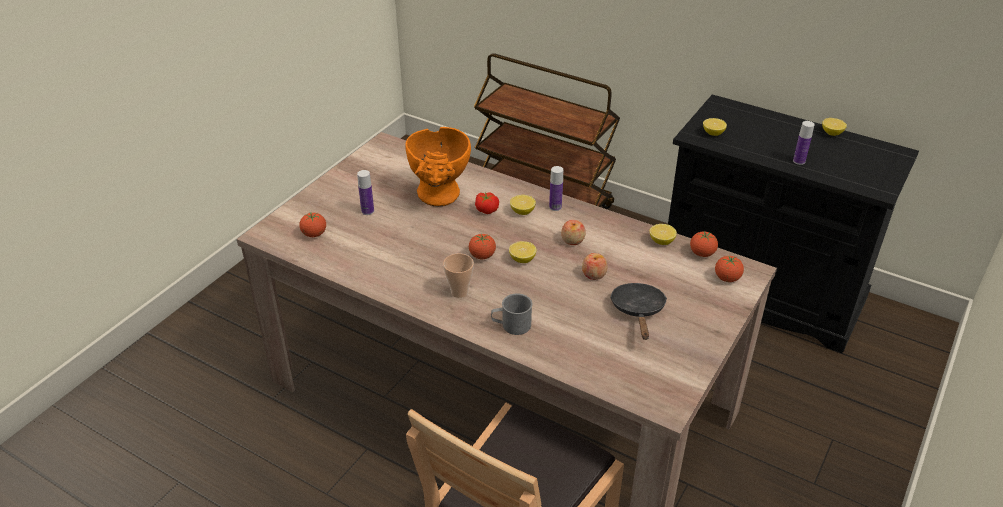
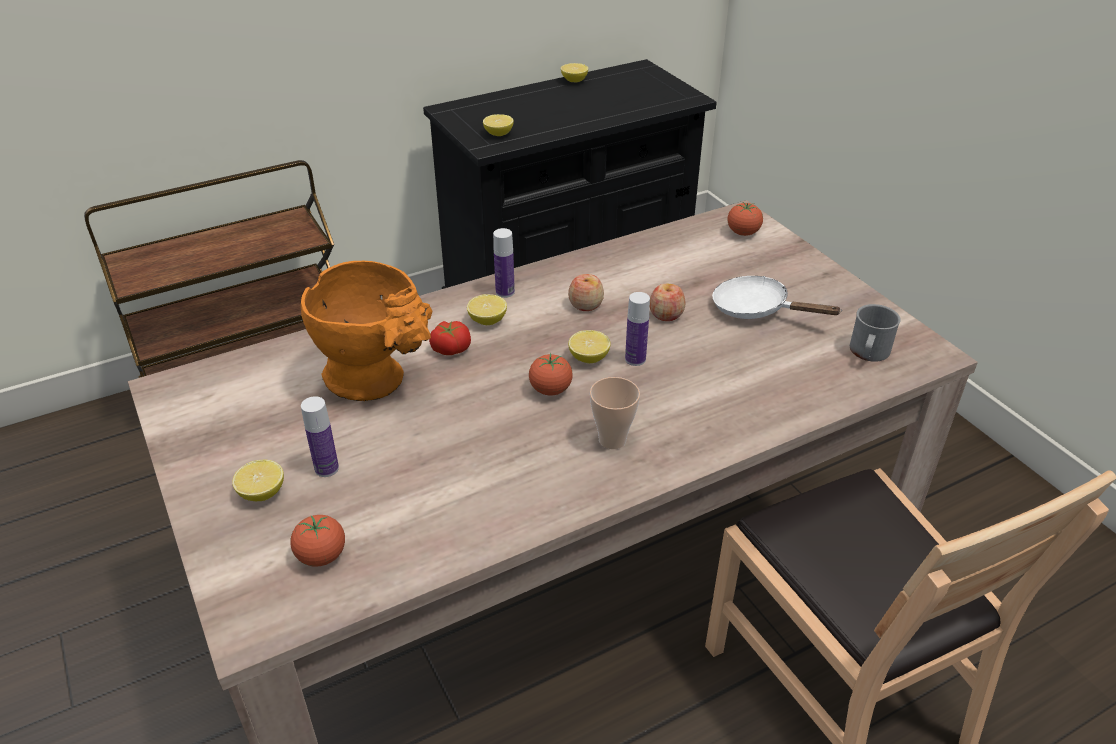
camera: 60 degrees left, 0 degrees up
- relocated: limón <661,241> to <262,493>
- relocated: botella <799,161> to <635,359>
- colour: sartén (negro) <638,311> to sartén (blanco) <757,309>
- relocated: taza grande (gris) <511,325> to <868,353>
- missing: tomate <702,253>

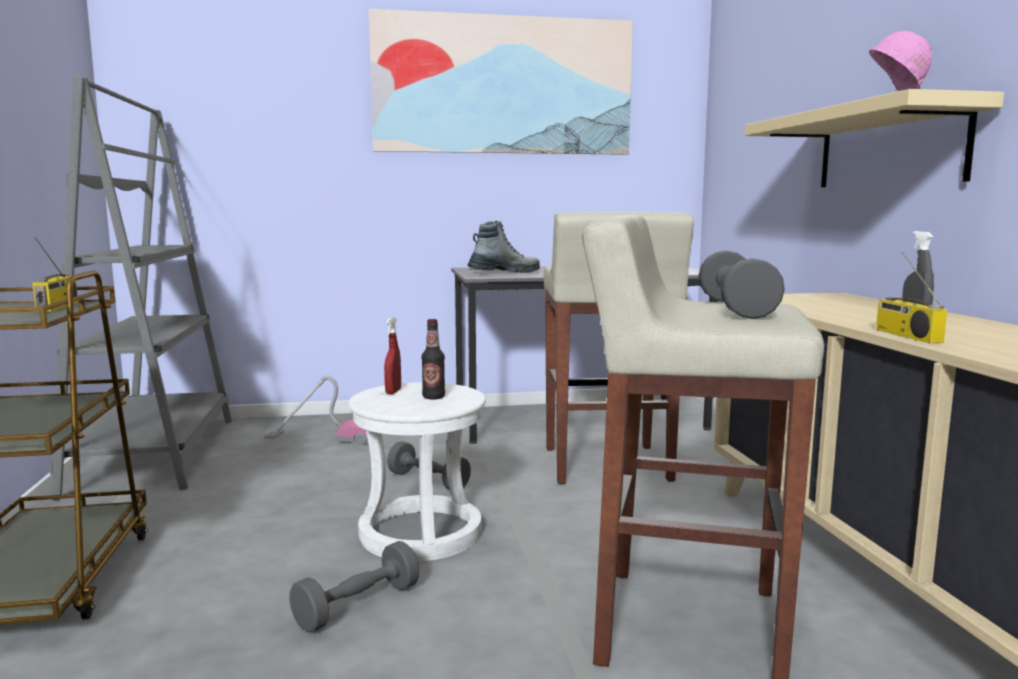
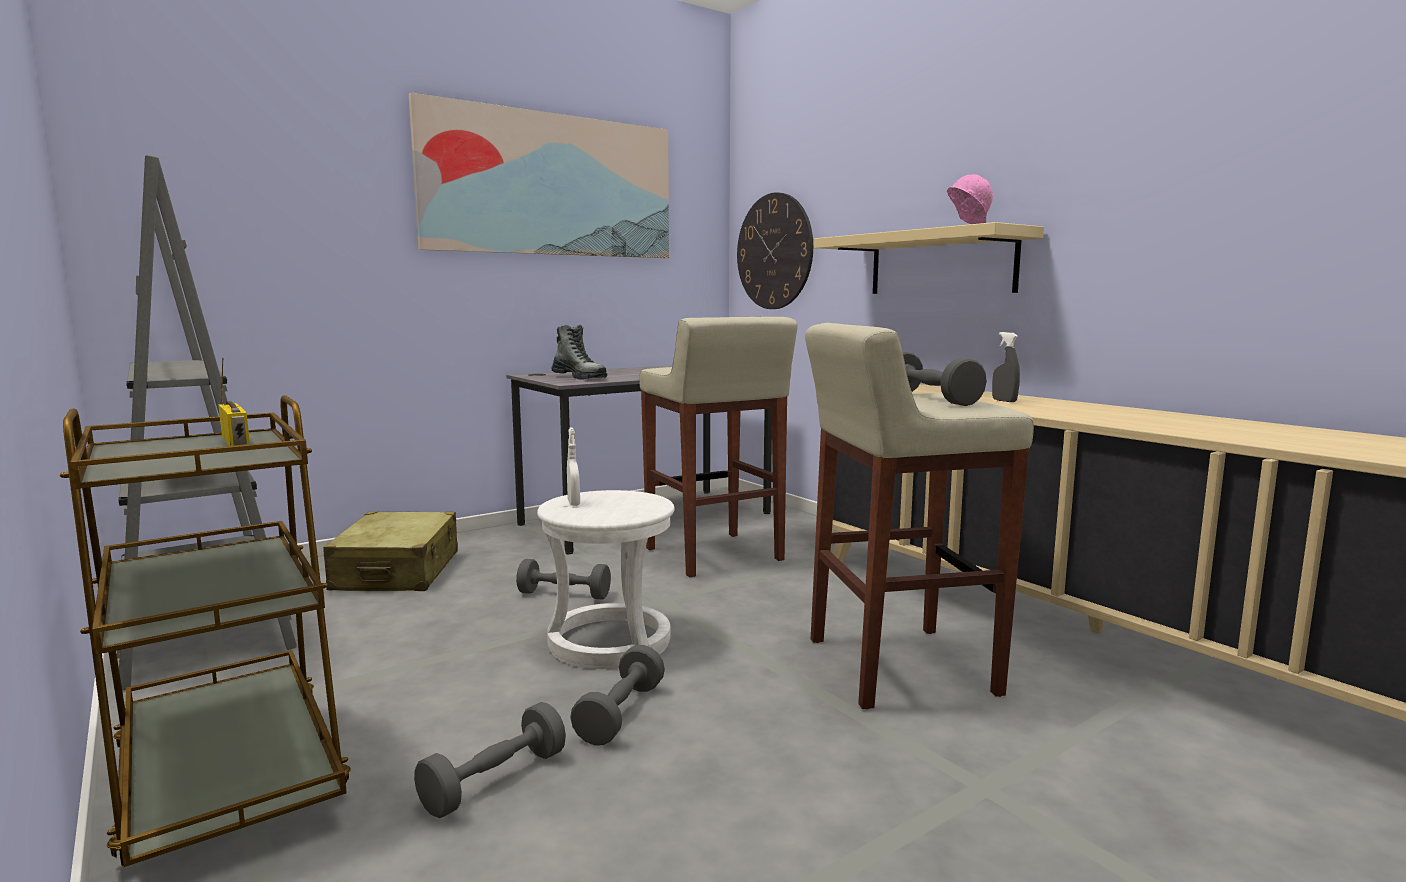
camera: 25 degrees left, 0 degrees up
- exchanged: aspiradora <321,438> to maleta (beis) <397,571>
- appeared: mancuerna (gris) <495,781>
- spun: bota <504,273> = <579,377> 90 degrees clockwise
- colour: pulverizador (rojo) <393,391> to pulverizador (blanco) <573,503>
- appeared: reloj de pared <774,251>
- missing: botella <433,397>
- missing: radio <905,335>

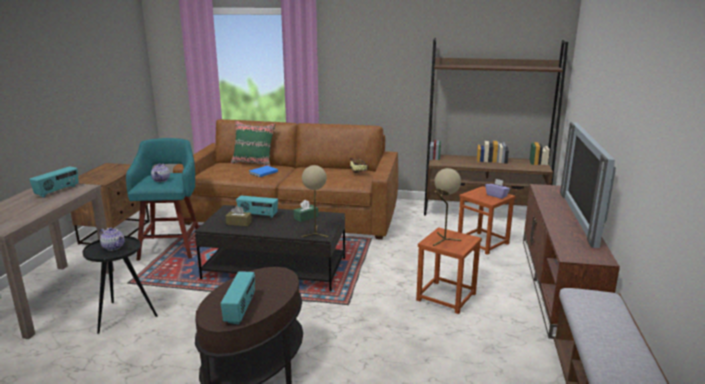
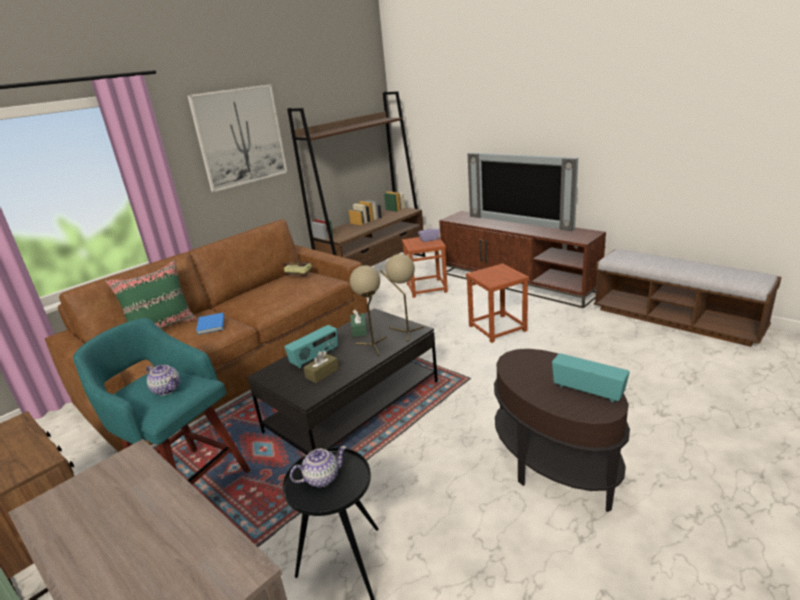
camera: 55 degrees left, 5 degrees up
- appeared: cuadro <240,137>
- relocated: lámpara de mesa (beis) <443,240> to <374,346>
- missing: radio <58,191>

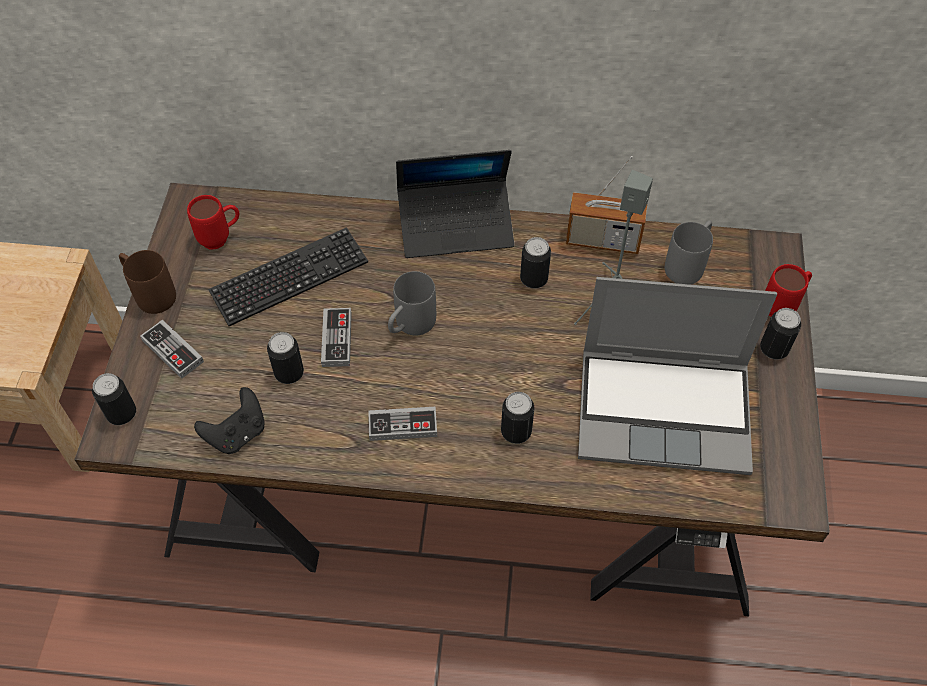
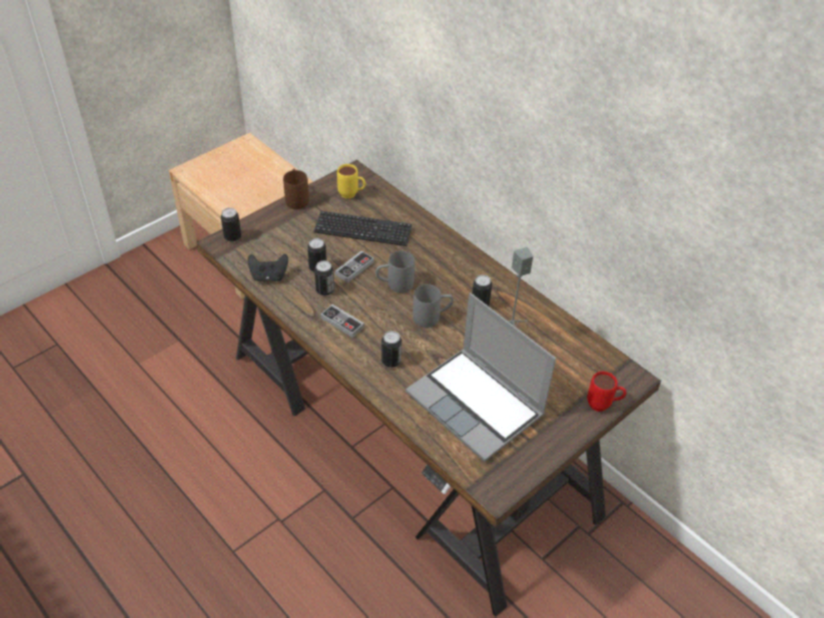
camera: 40 degrees right, 10 degrees down
- relocated: lata <774,349> to <325,290>
- colour: taza grande (rojo) <221,238> to taza grande (amarillo) <352,195>
- relocated: taza grande (gris) <688,264> to <432,317>
- missing: mando de consola <173,351>
- missing: portátil <456,226>
- missing: radio <602,240>

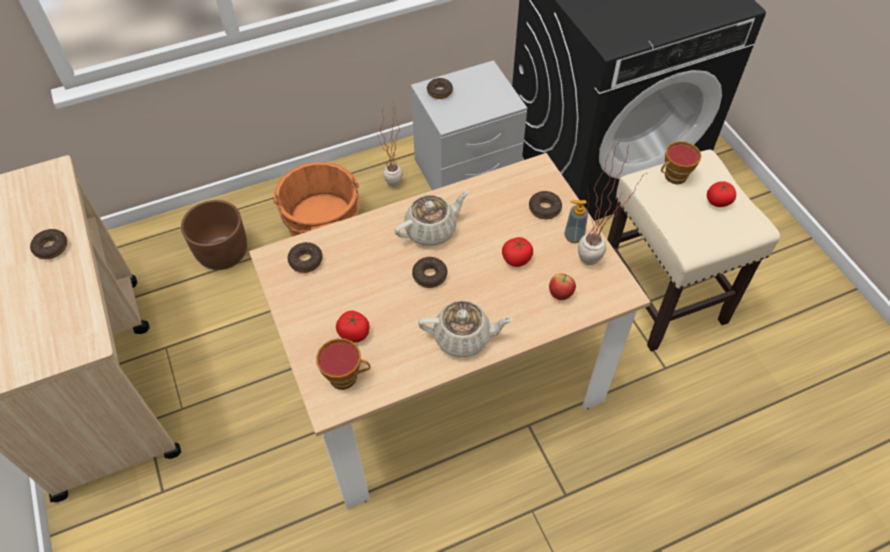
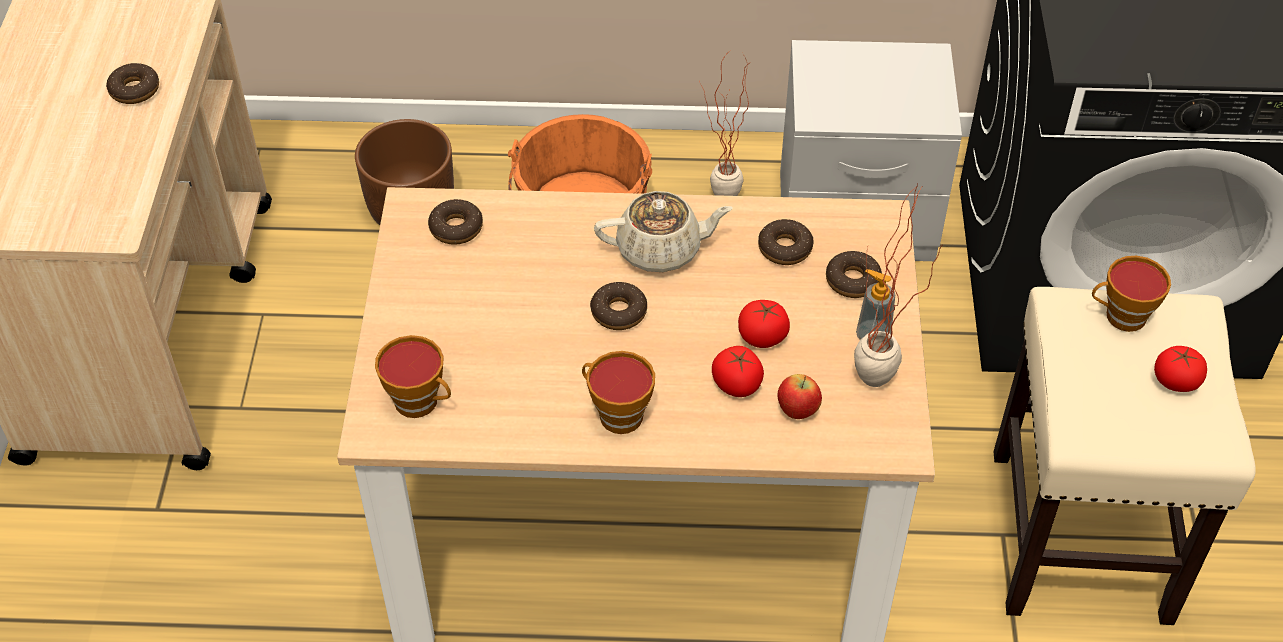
camera: 25 degrees right, 5 degrees down
- exchanged: tetera (beis) <463,337> to taza <616,414>
- relocated: tomate <354,333> to <737,384>
- relocated: rosquilla <439,91> to <785,248>

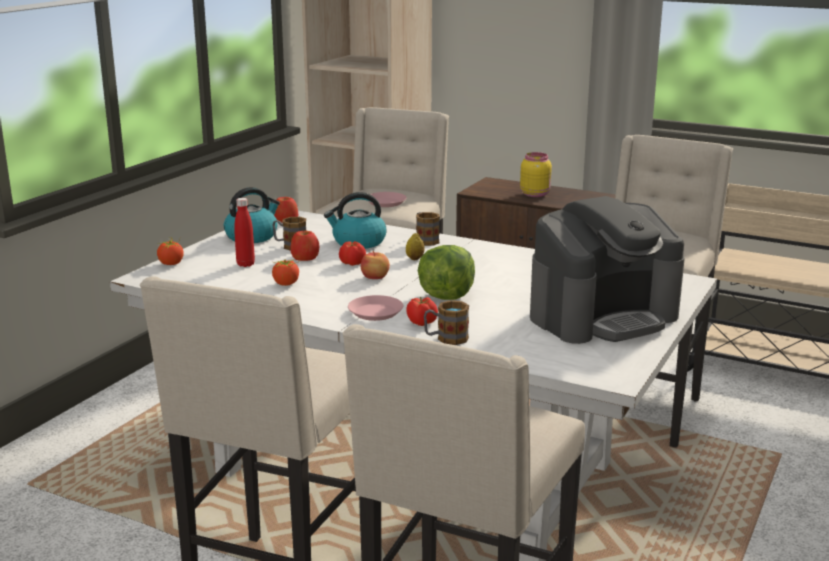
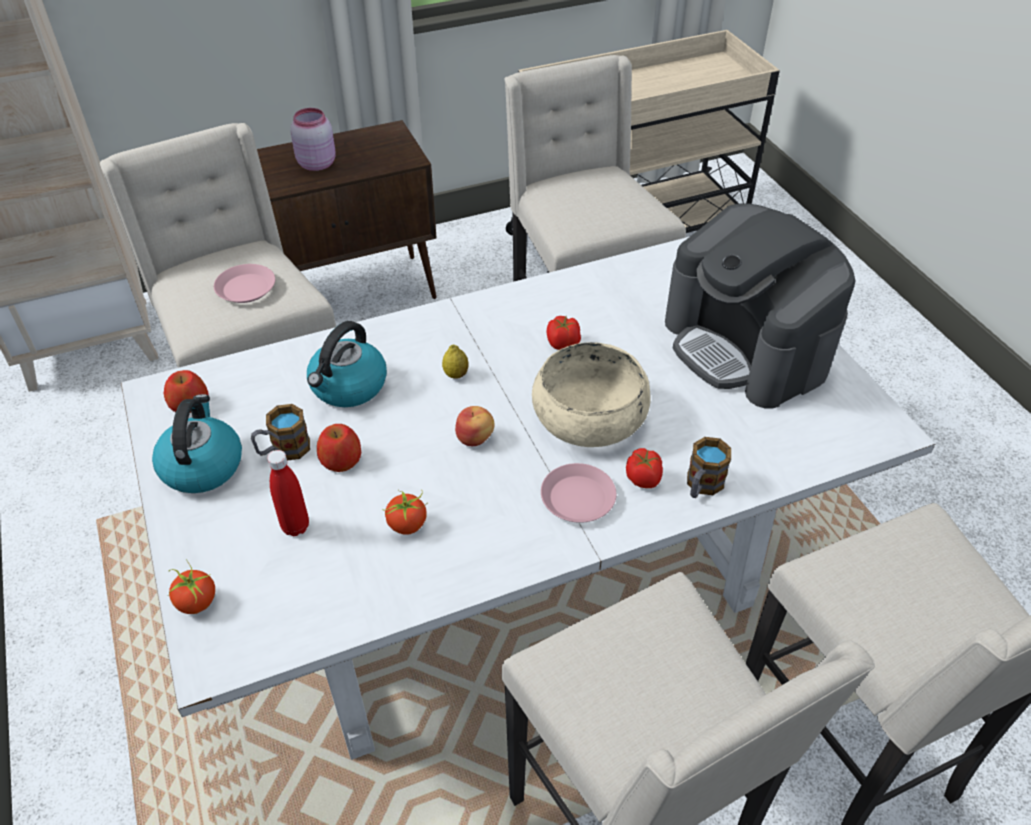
camera: 50 degrees left, 25 degrees up
- colour: tarro (amarillo) <535,194> to tarro (rosa) <316,163>
- exchanged: lechuga <446,296> to cuenco (beis) <589,416>
- relocated: tomate <352,264> to <563,344>
- spun: cafetera <603,316> = <746,347> 135 degrees clockwise
- missing: taza grande <425,240>

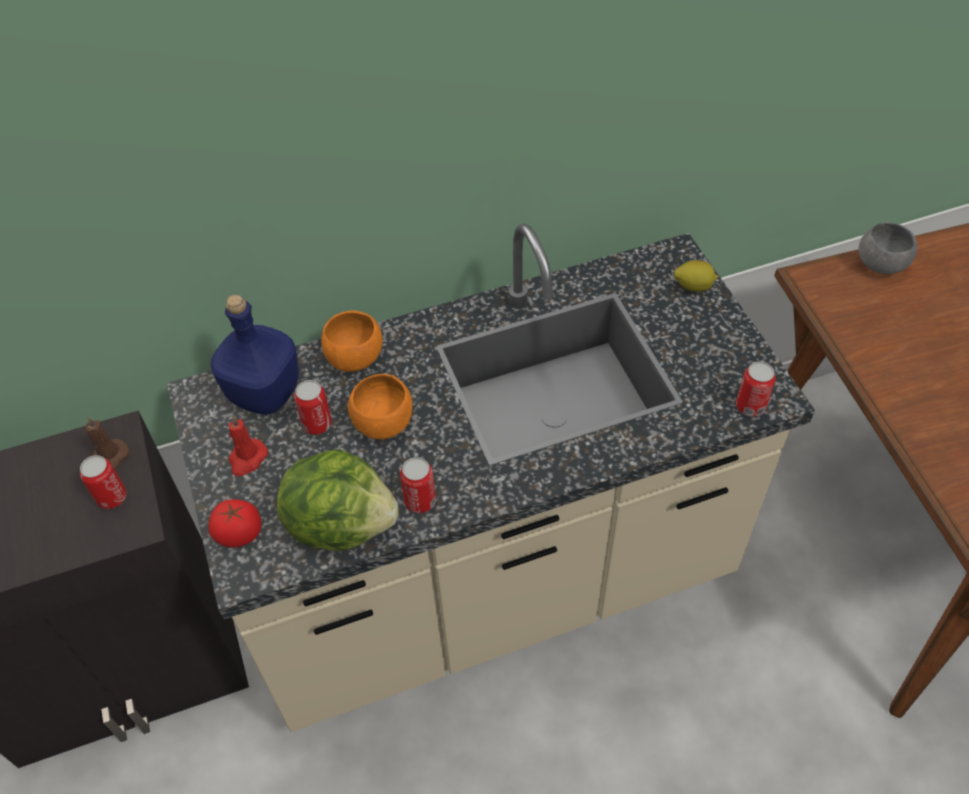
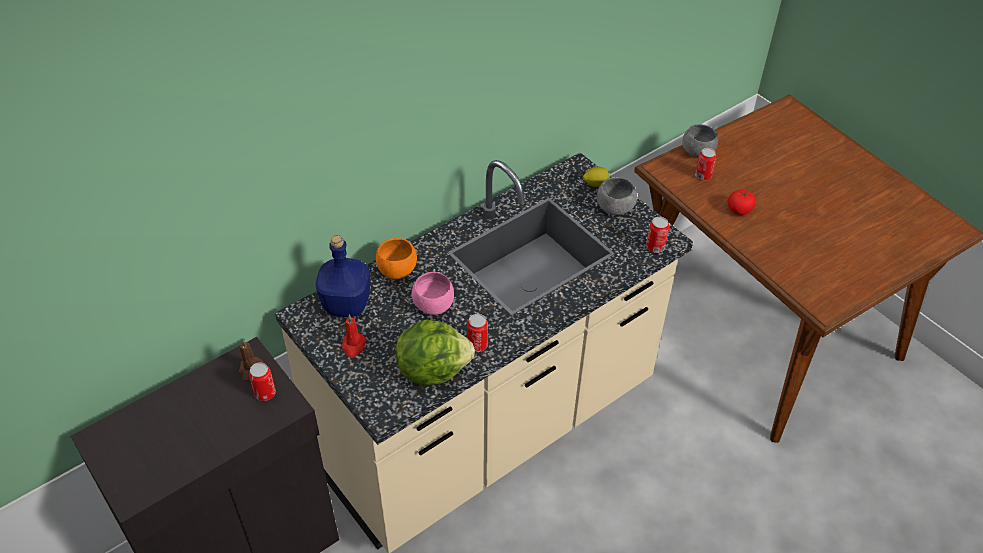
camera: 20 degrees left, 5 degrees down
- colour: cuenco (naranja) <383,422> to cuenco (rosa) <433,305>
- appeared: cuenco (gris) <614,208>
- relocated: lata <317,424> to <703,176>
- relocated: tomate <239,533> to <739,210>

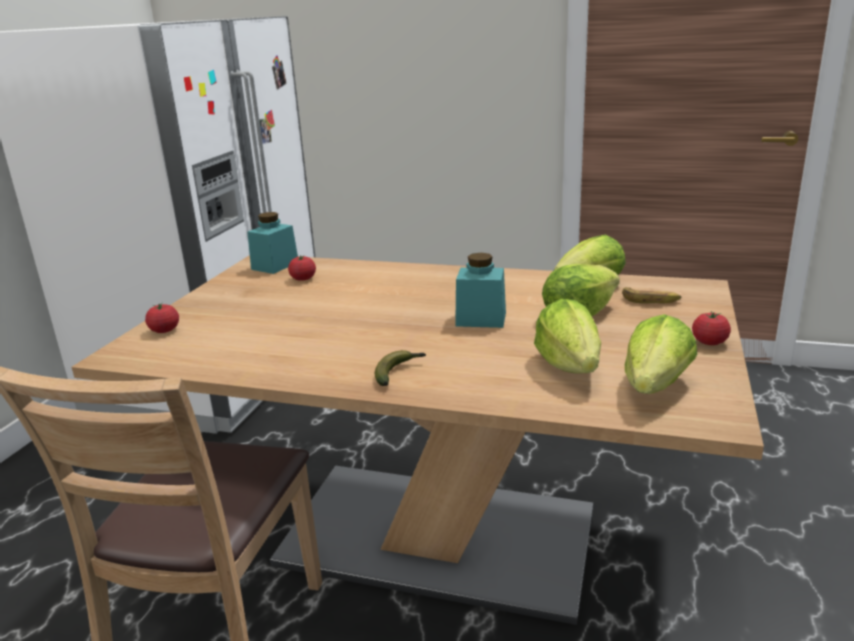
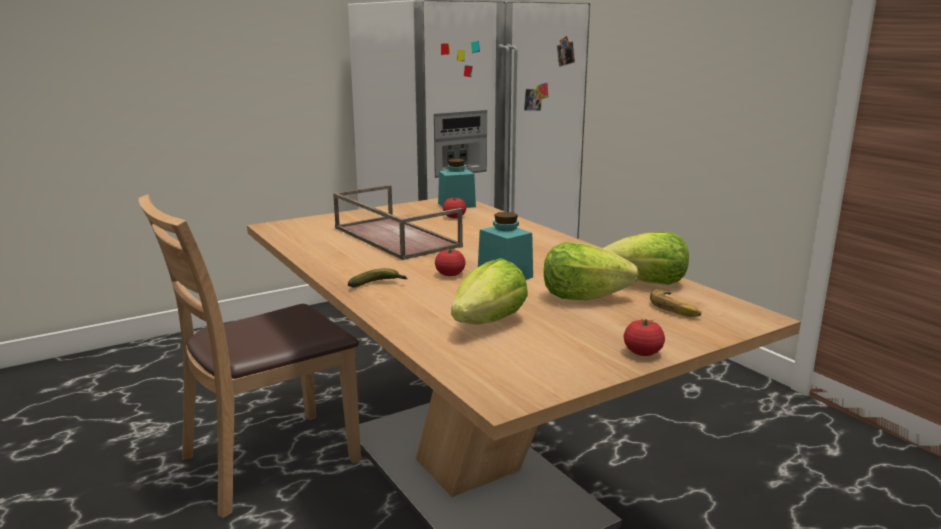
camera: 40 degrees right, 5 degrees down
- appeared: bandeja (marrón) <394,237>
- relocated: tomate <164,330> to <450,274>
- missing: lechuga <655,386>

